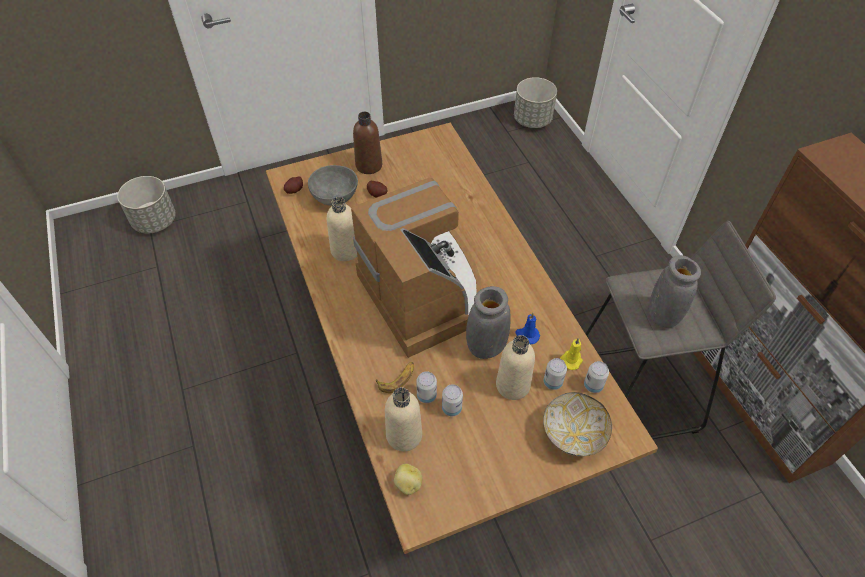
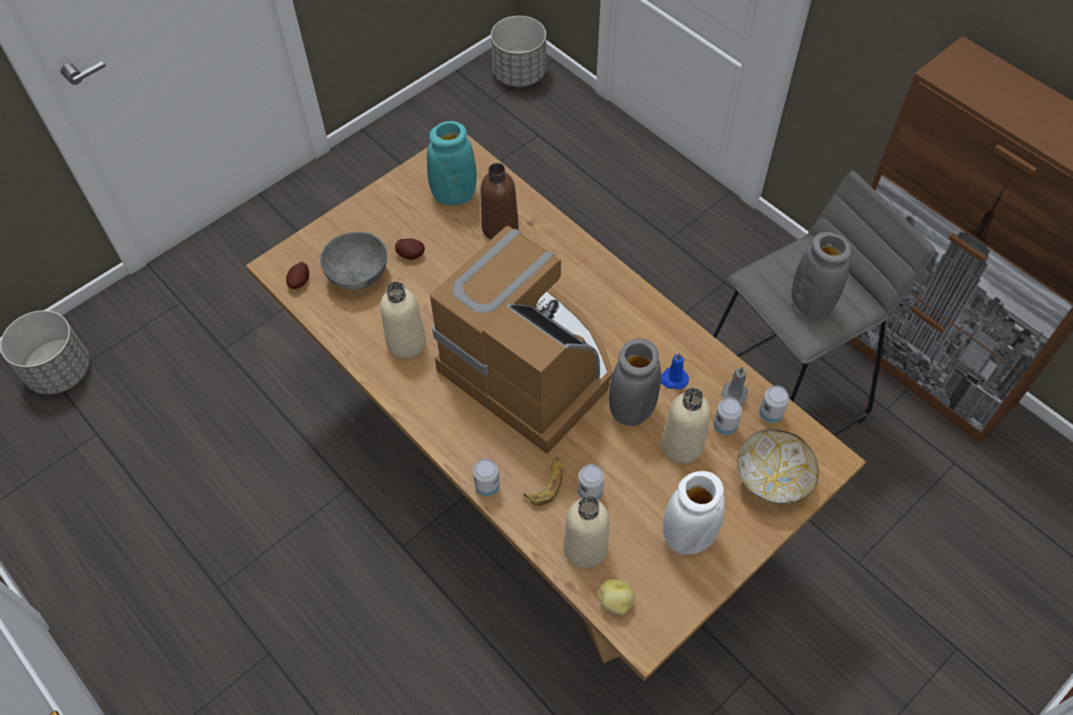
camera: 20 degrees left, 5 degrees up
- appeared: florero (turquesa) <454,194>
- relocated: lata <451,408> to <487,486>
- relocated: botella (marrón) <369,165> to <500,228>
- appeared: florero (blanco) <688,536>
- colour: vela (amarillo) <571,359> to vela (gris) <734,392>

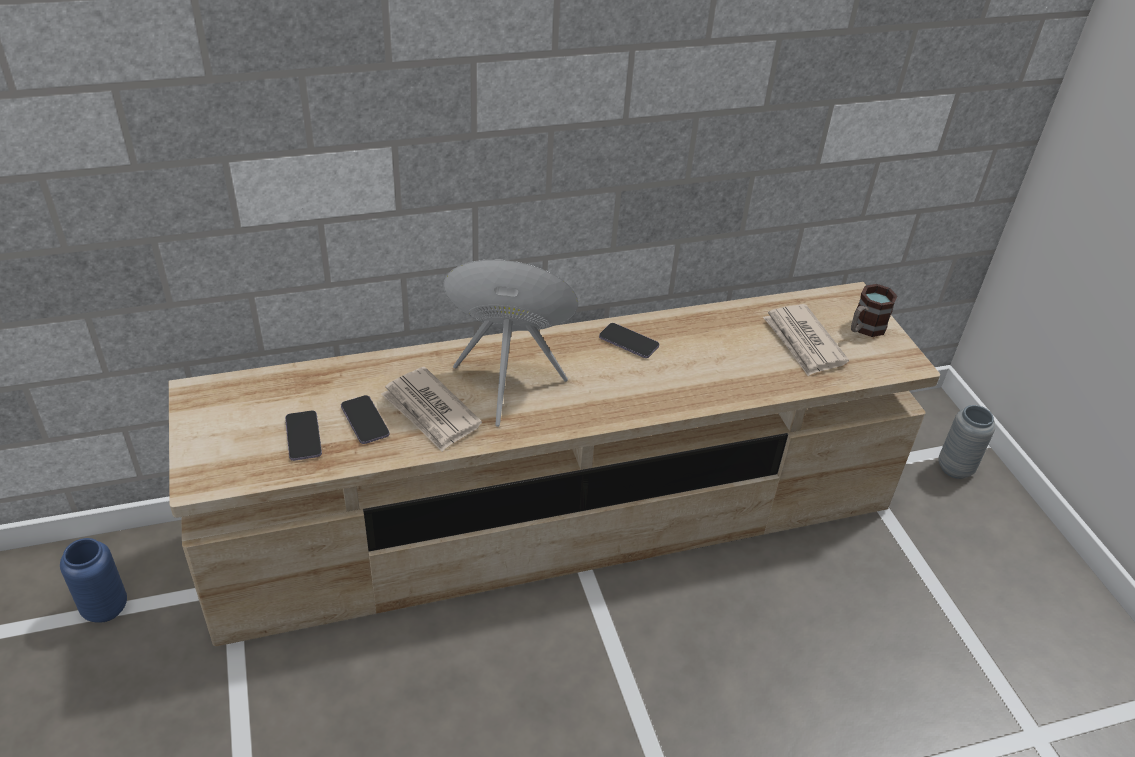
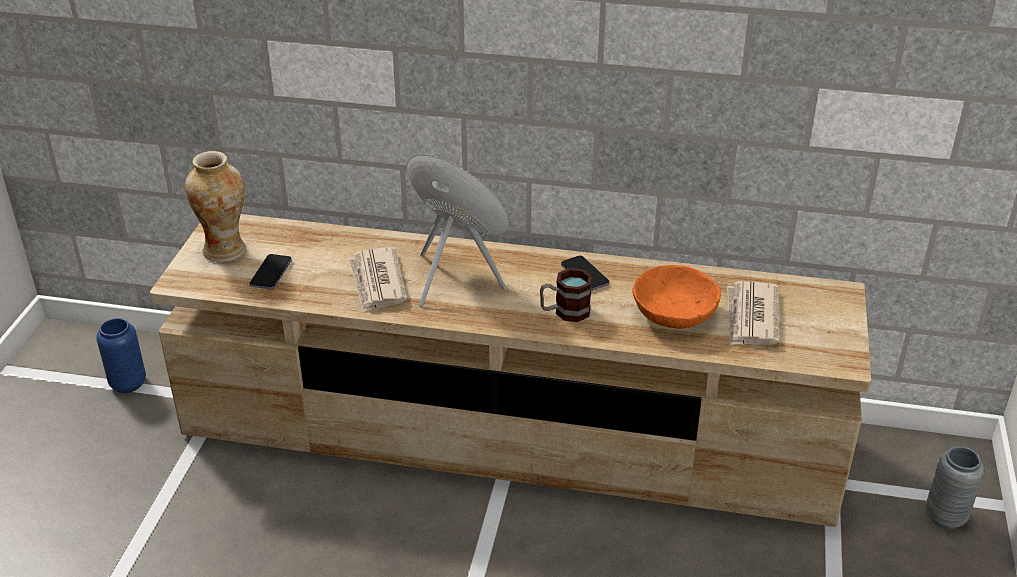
camera: 30 degrees right, 5 degrees down
- appeared: florero <225,251>
- relocated: taza grande <864,328> to <565,312>
- appeared: cuenco (naranja) <674,314>
- missing: móvil <365,421>

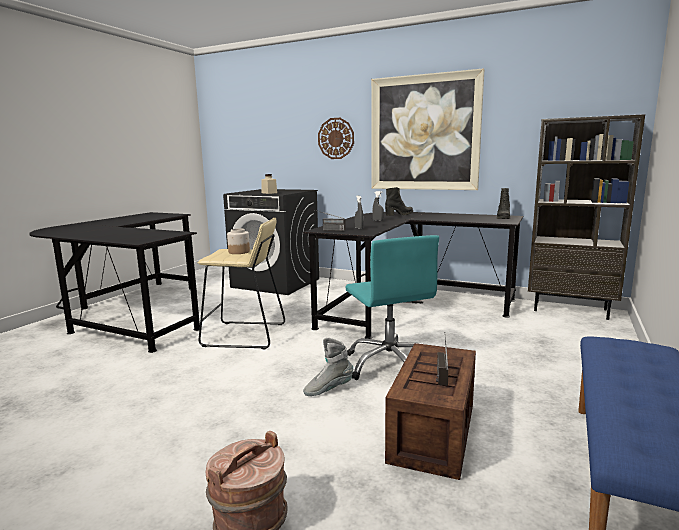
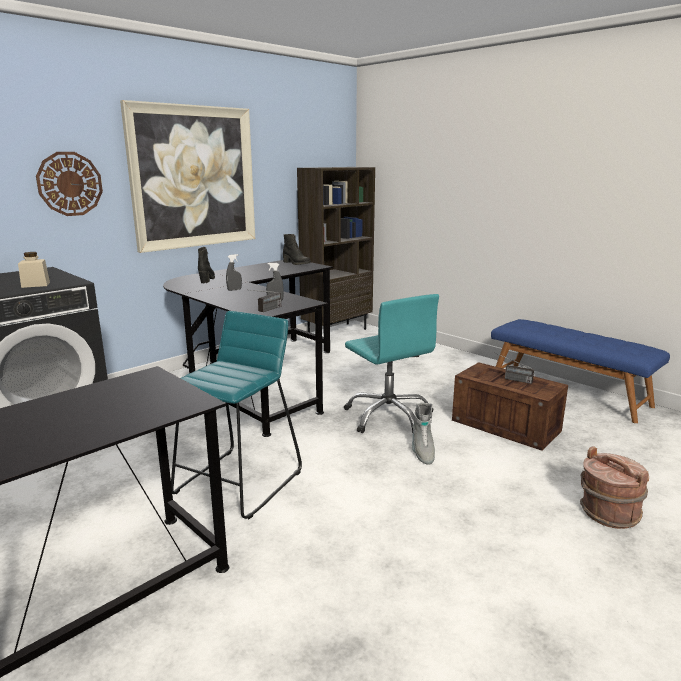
camera: 70 degrees left, 5 degrees up
- colour: taburete (beis) <244,335> to taburete (turquesa) <239,482>
- spun: silla de oficina (turquesa) <390,364> = <388,416> 60 degrees clockwise
- missing: tarro <238,252>

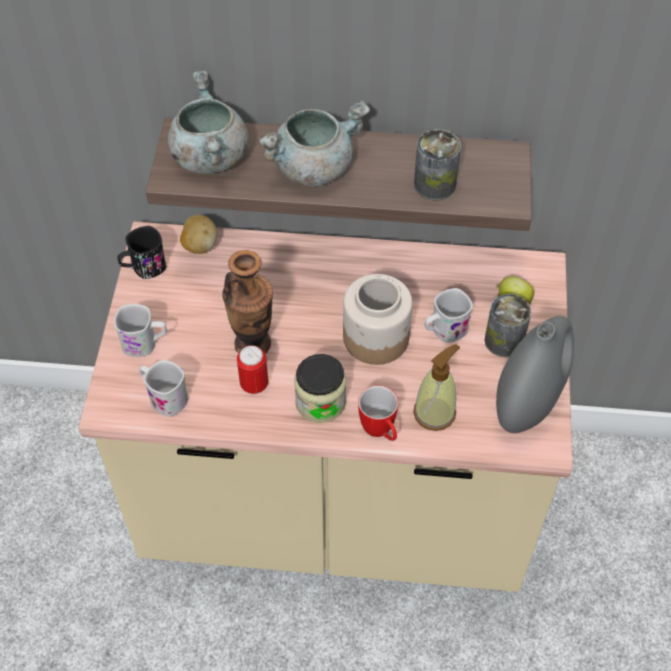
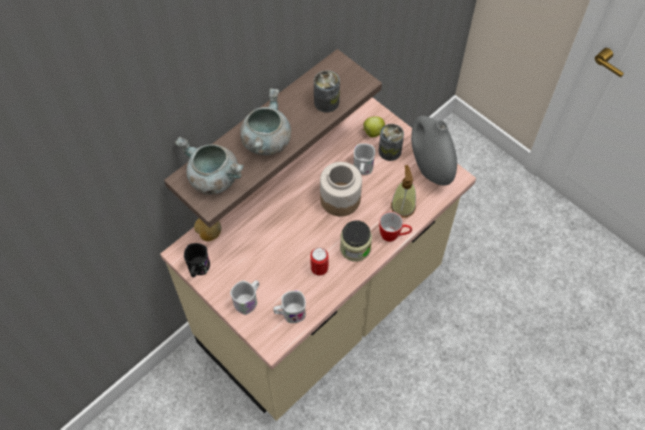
camera: 50 degrees left, 5 degrees up
- missing: florero <253,344>

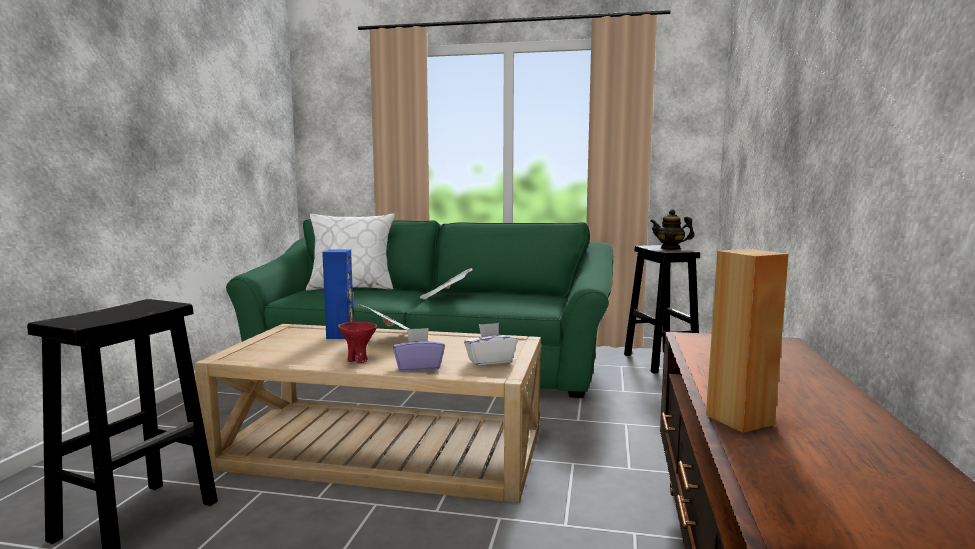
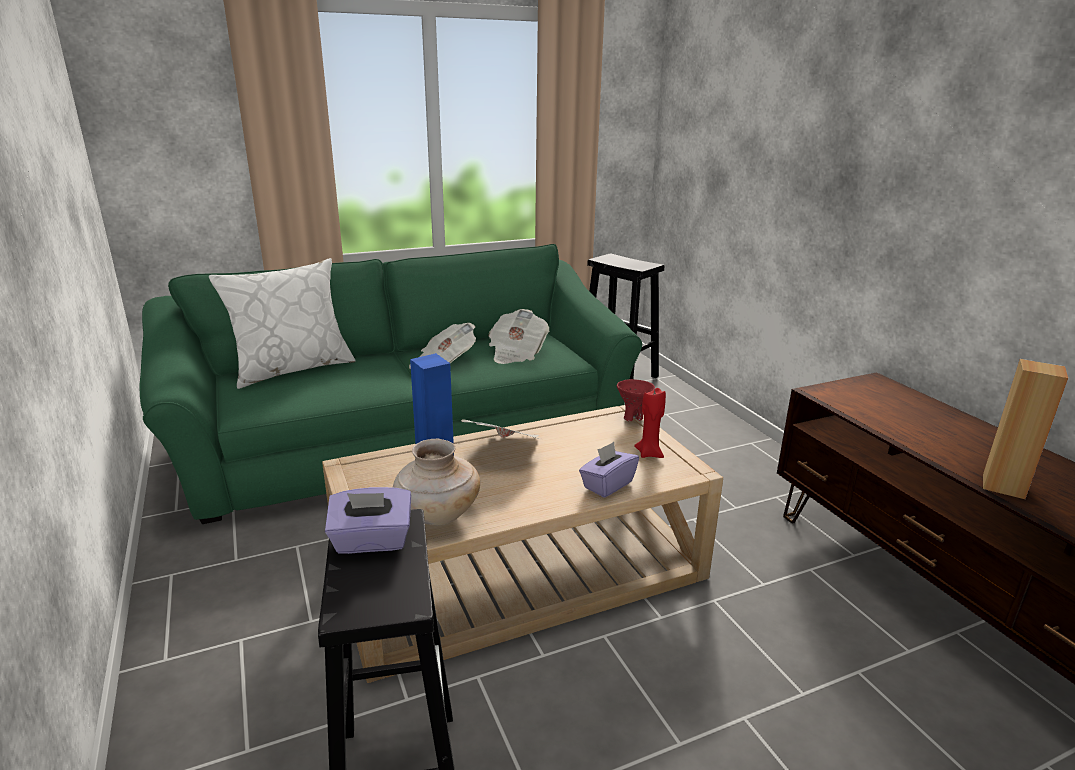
camera: 35 degrees left, 15 degrees up
- appeared: caja de pañuelos (morado) <372,541>
- appeared: florero (beis) <437,515>
- appeared: periódico <516,353>
- relocated: cuenco (rojo) <358,360> to <633,417>
- exchanged: caja de pañuelos (blanco) <490,360> to vela (rojo) <649,453>
- missing: tetera <670,249>

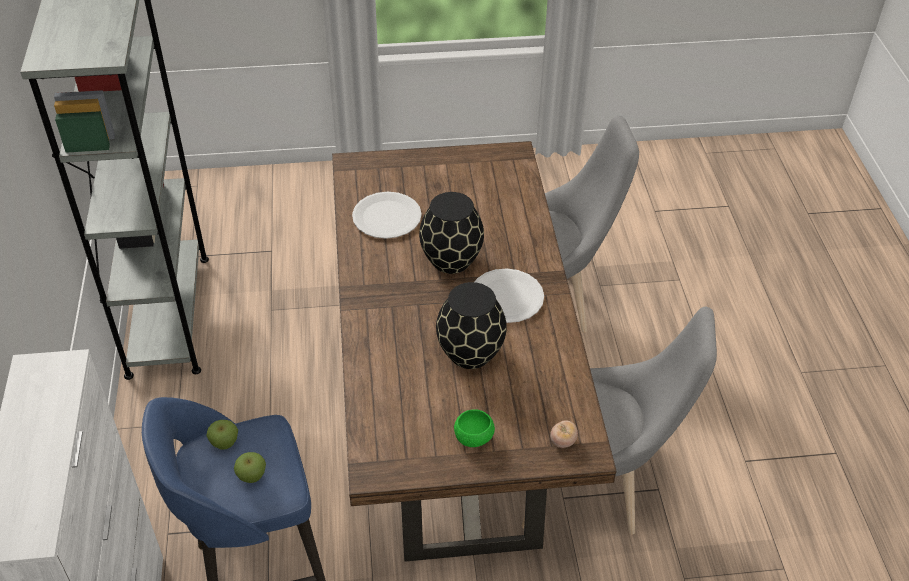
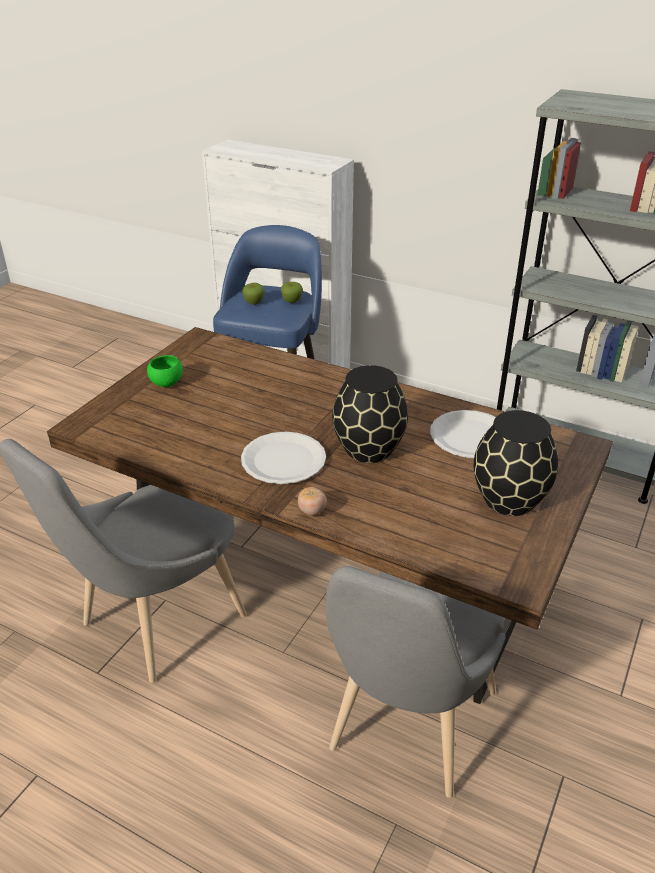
camera: 125 degrees right, 10 degrees down
- relocated: tomate <563,441> to <312,511>
- relocated: florero (negro) <470,354> to <508,499>

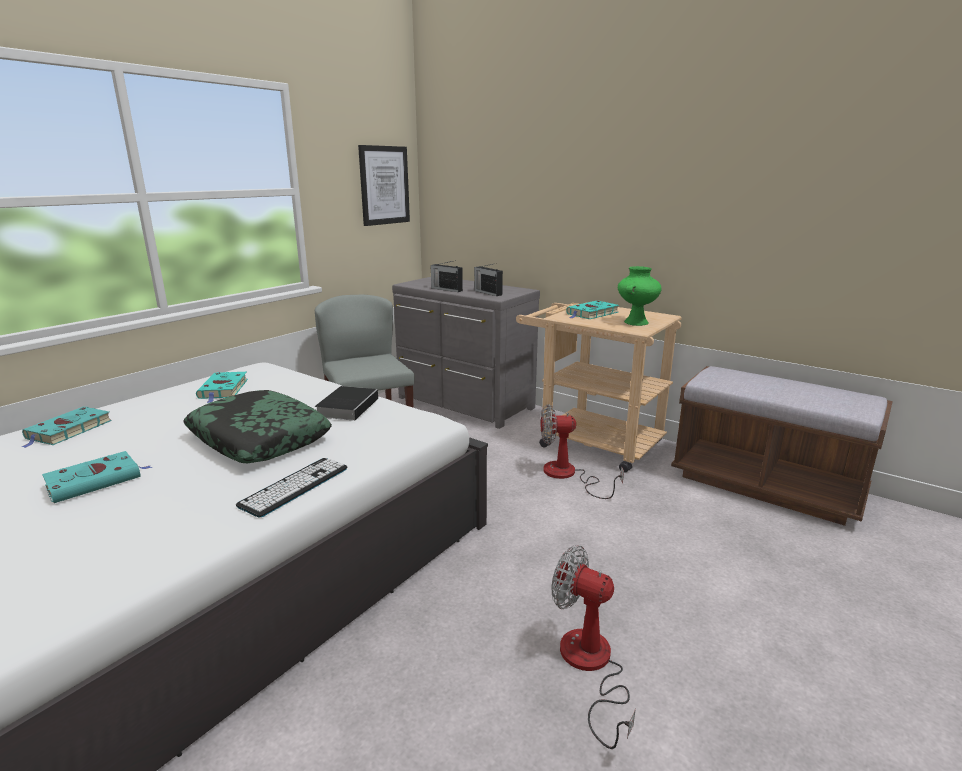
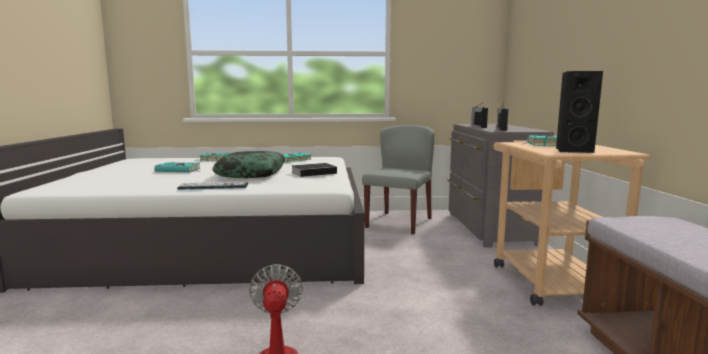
camera: 50 degrees right, 10 degrees down
- exchanged: florero (verde) <636,322> to altavoz (negro) <572,150>
- missing: cuadro <384,185>
- missing: ventilador <568,475>

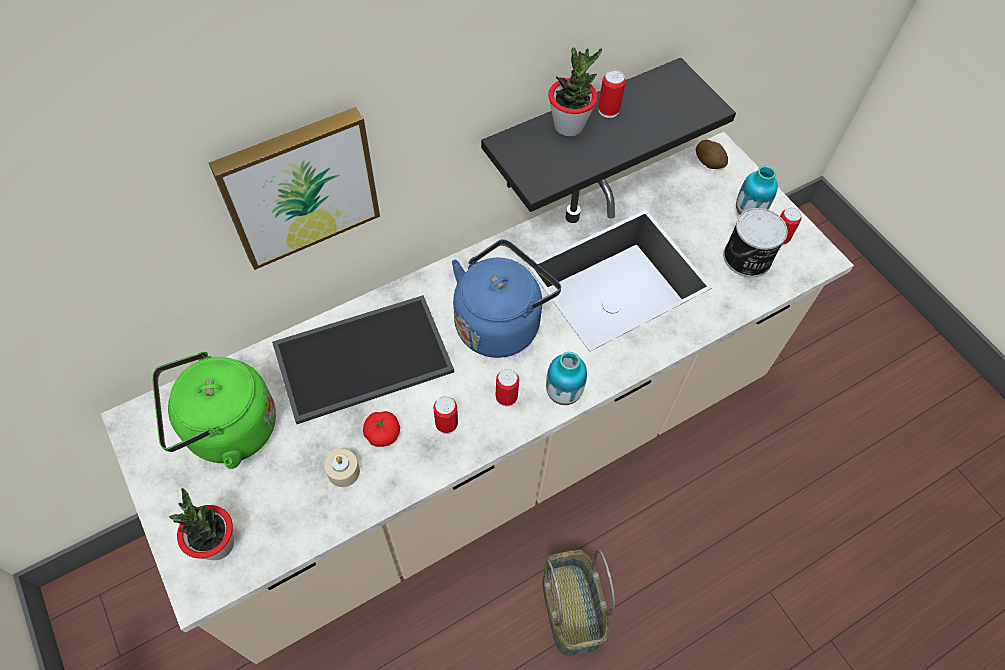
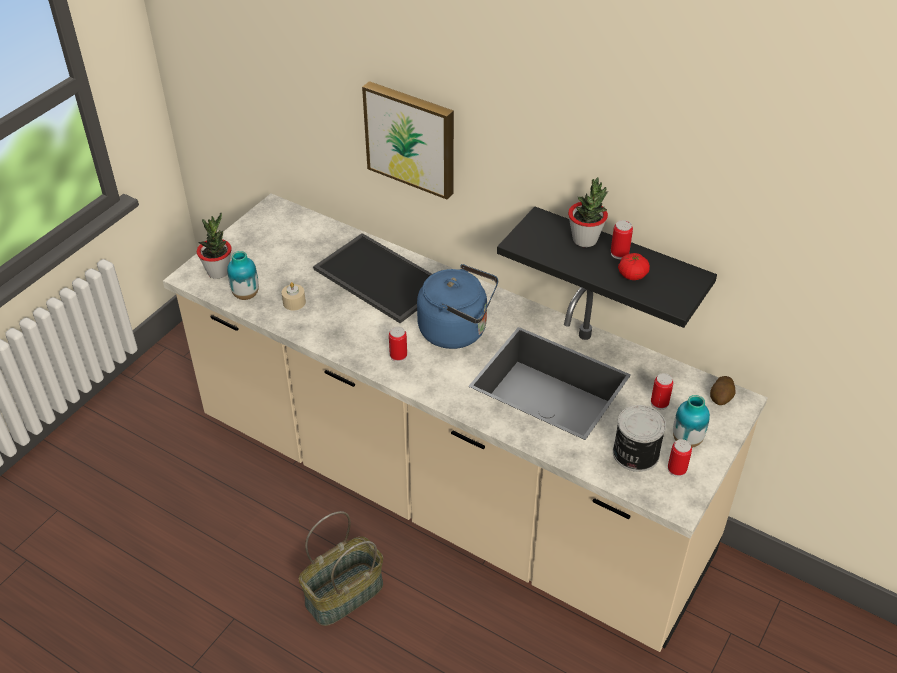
camera: 65 degrees right, 15 degrees down
- relocated: florero <563,393> to <246,295>
- relocated: tomate <382,434> to <632,275>
- relocated: lata <446,424> to <659,403>
- missing: hervidor (verde) <226,430>

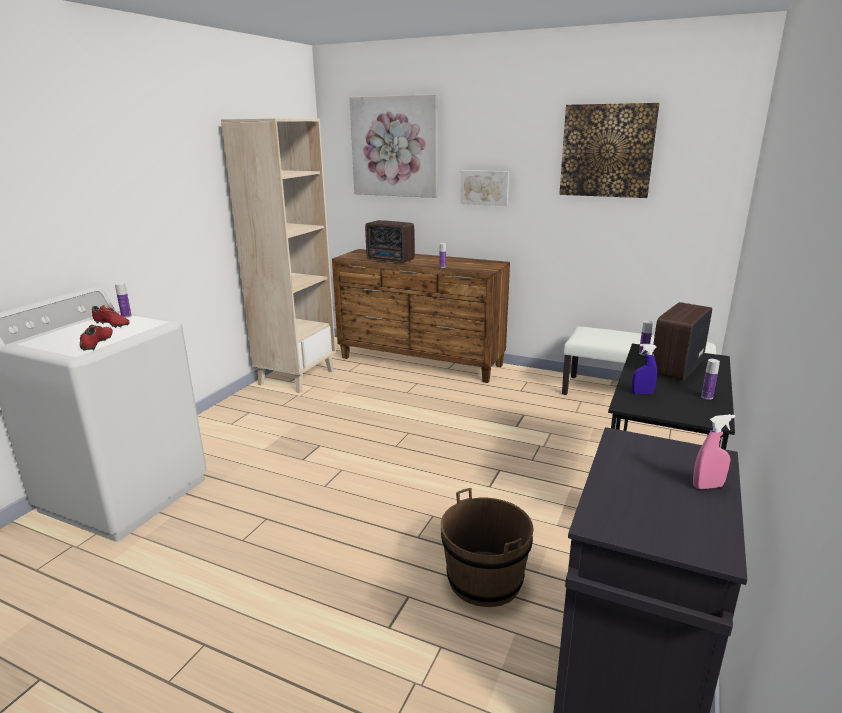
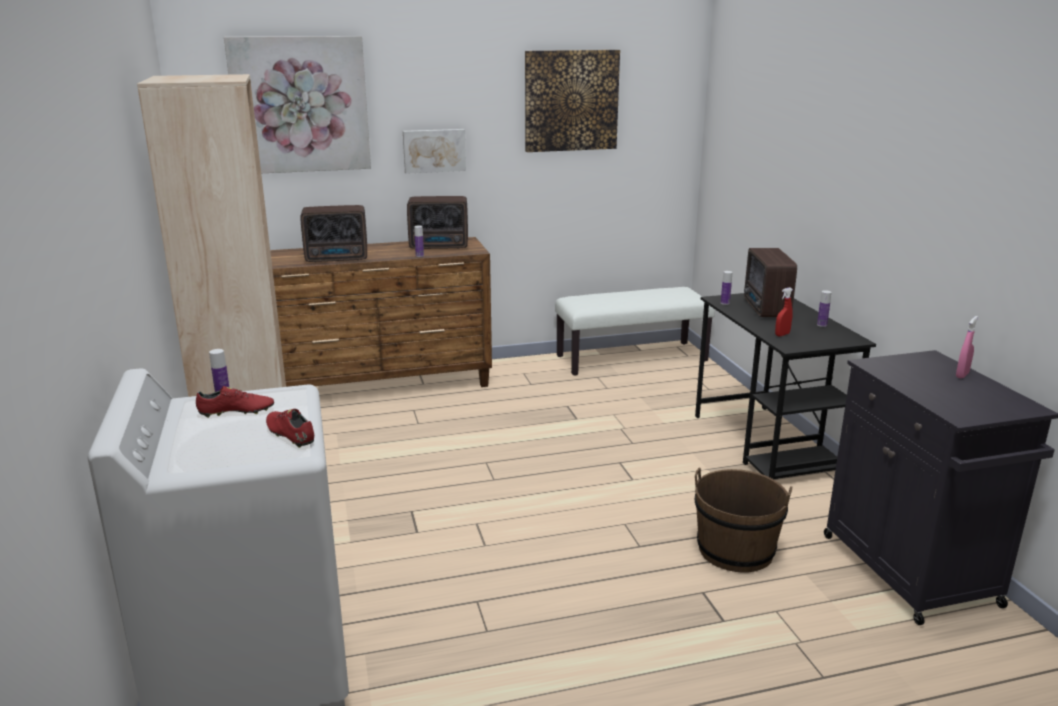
camera: 40 degrees left, 0 degrees up
- appeared: radio <440,246>
- colour: pulverizador (azul) <642,393> to pulverizador (rojo) <782,334>

